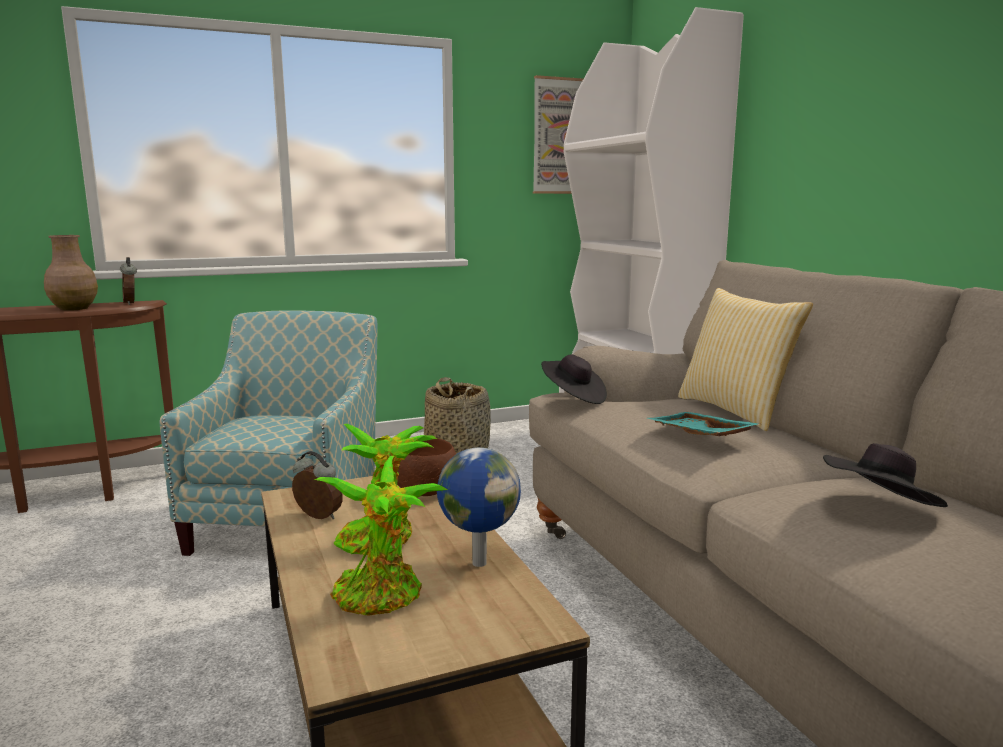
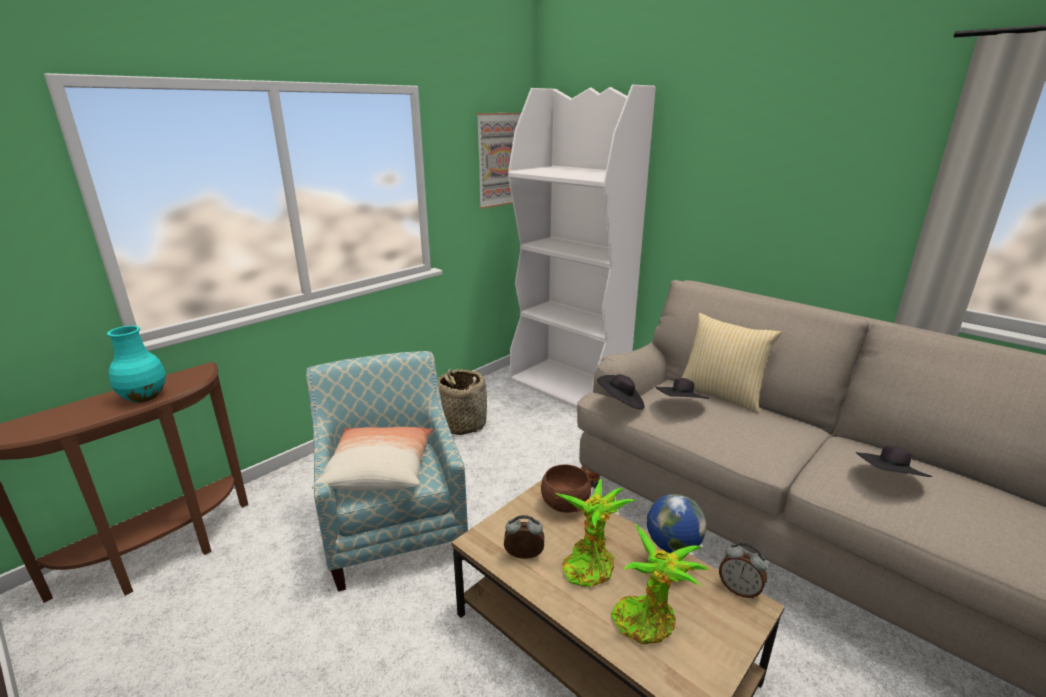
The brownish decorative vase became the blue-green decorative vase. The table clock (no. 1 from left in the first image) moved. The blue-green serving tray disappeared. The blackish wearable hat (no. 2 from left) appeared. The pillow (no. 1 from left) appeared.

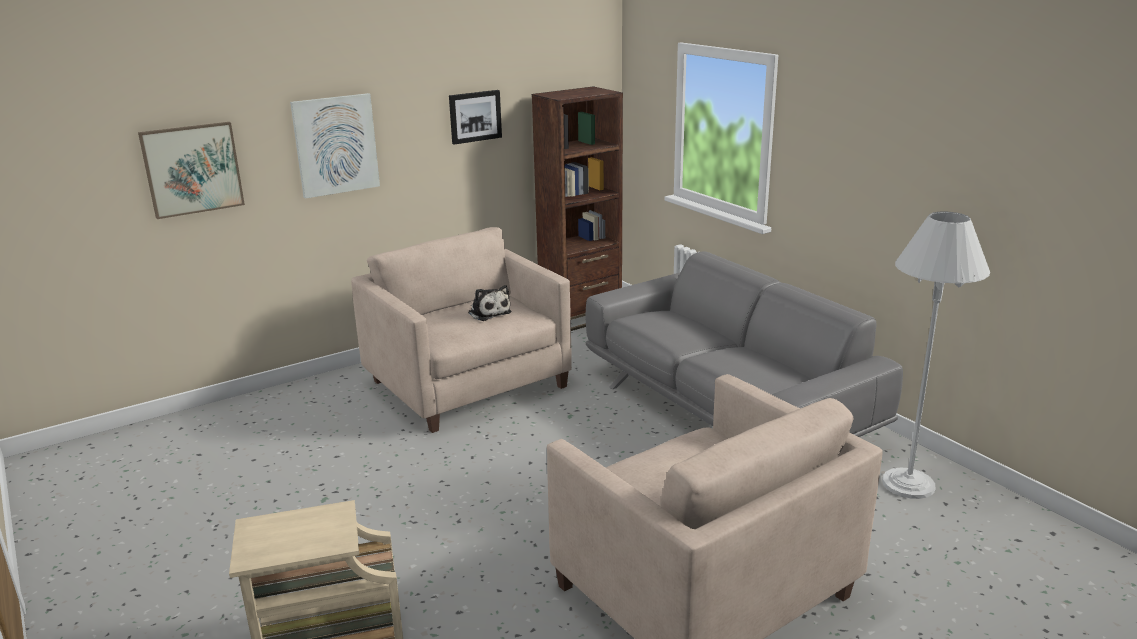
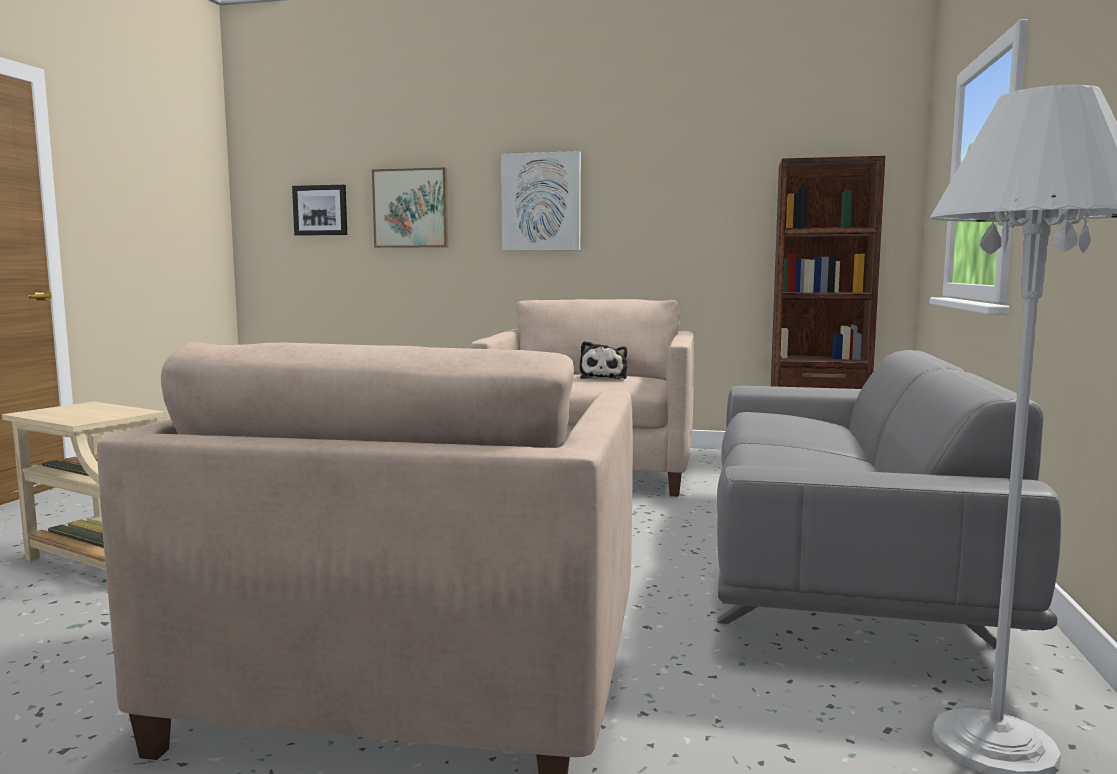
The picture (no. 3 from left in the first image) moved.

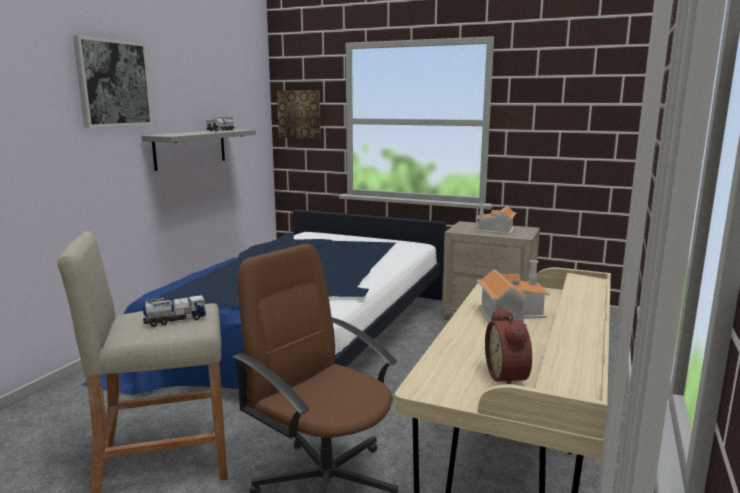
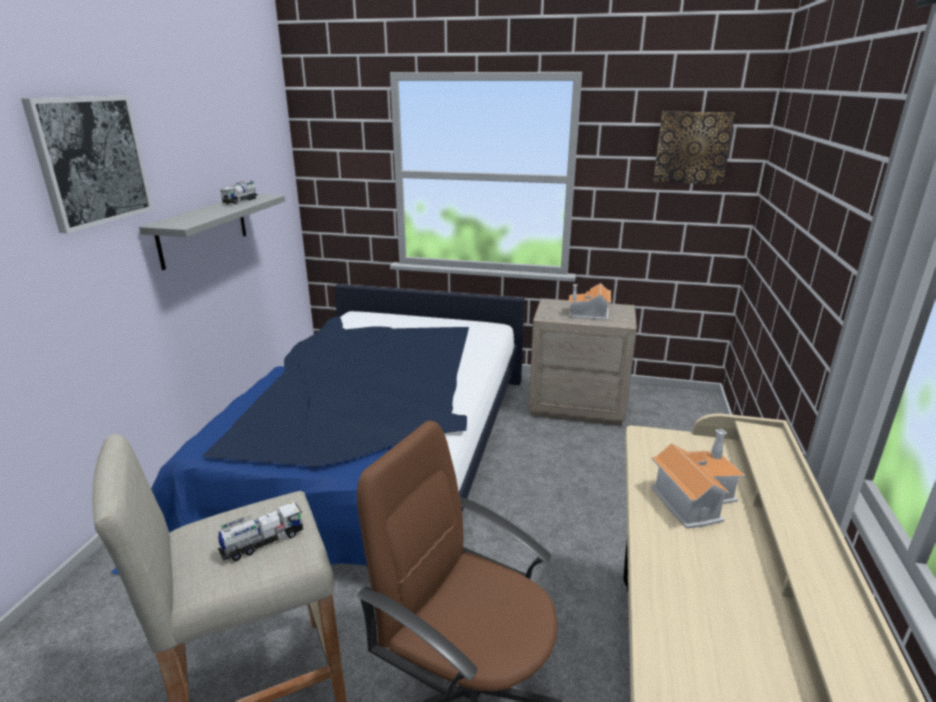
The picture (no. 2 from left) moved. The table clock disappeared.

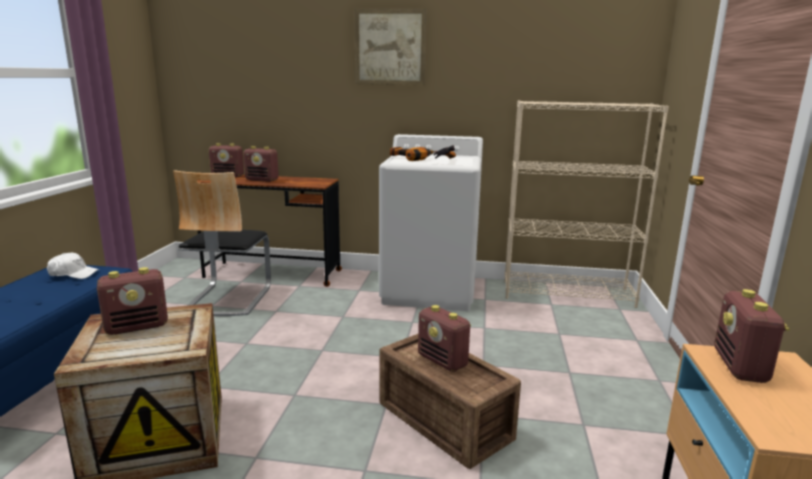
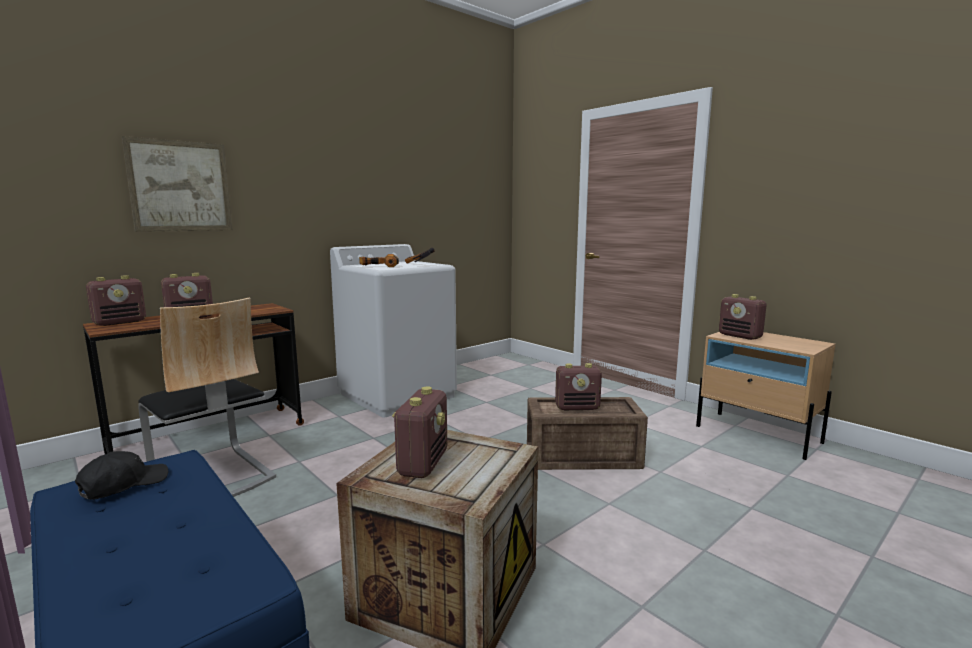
The picture moved. The beige bookcase disappeared. The whitish baseball cap became the blackish baseball cap.

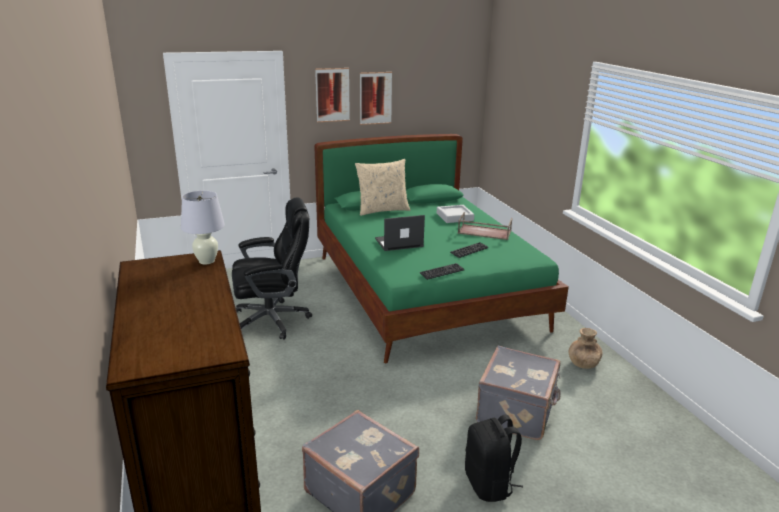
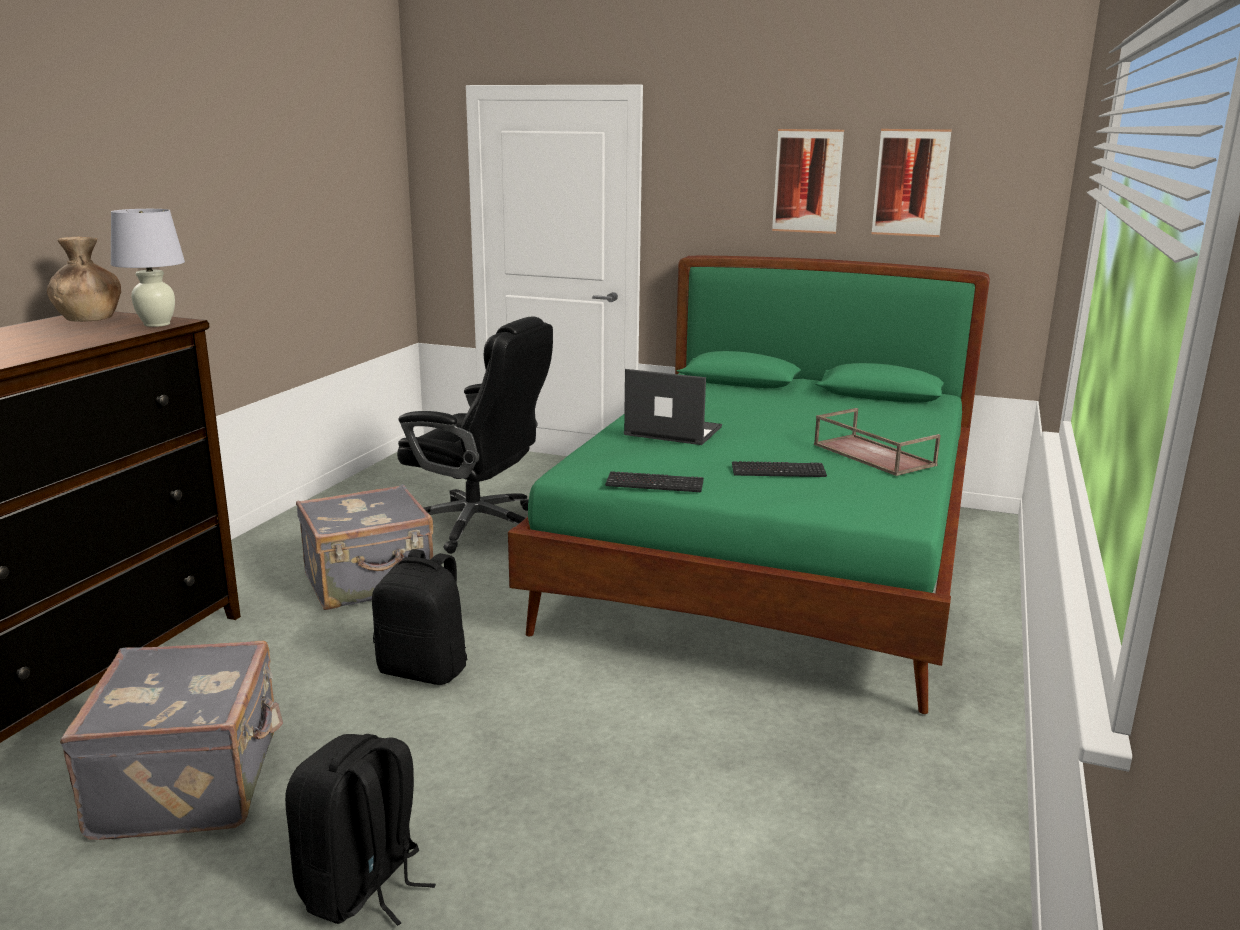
The picture (no. 1 from left in the first image) moved. The beige pillow disappeared. The grey serving tray disappeared. The brownish decorative vase moved. The grey suitcase (no. 2 from left) moved. The blackish rucksack (no. 2 from left) appeared.

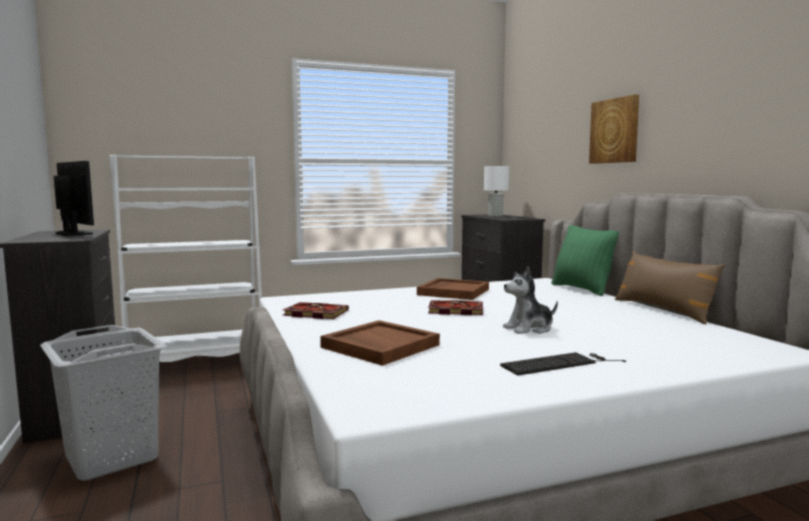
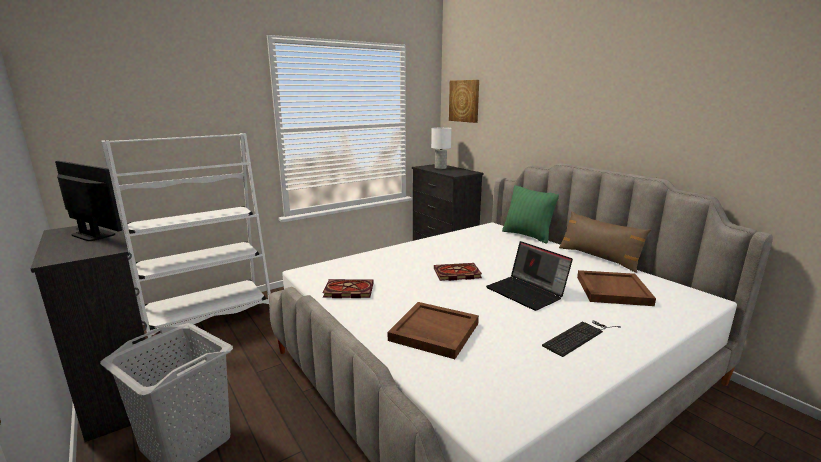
The picture moved. The soft toy was replaced by the notebook computer. The brownish serving tray (no. 2 from left) moved.

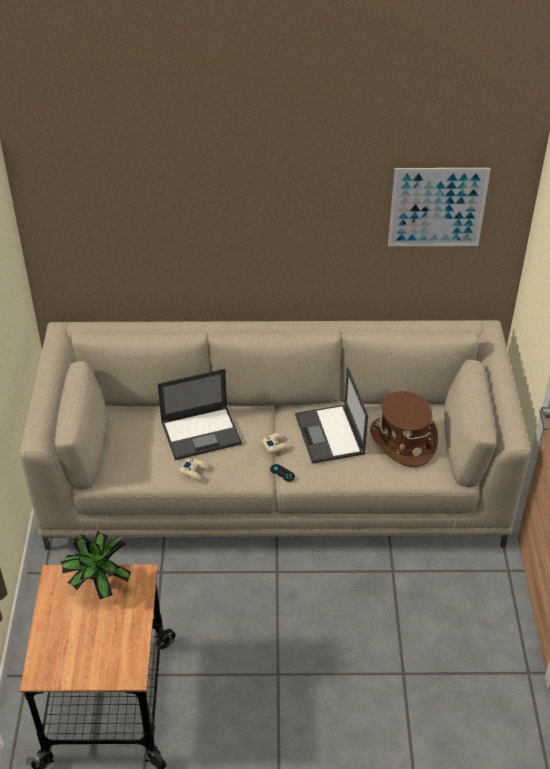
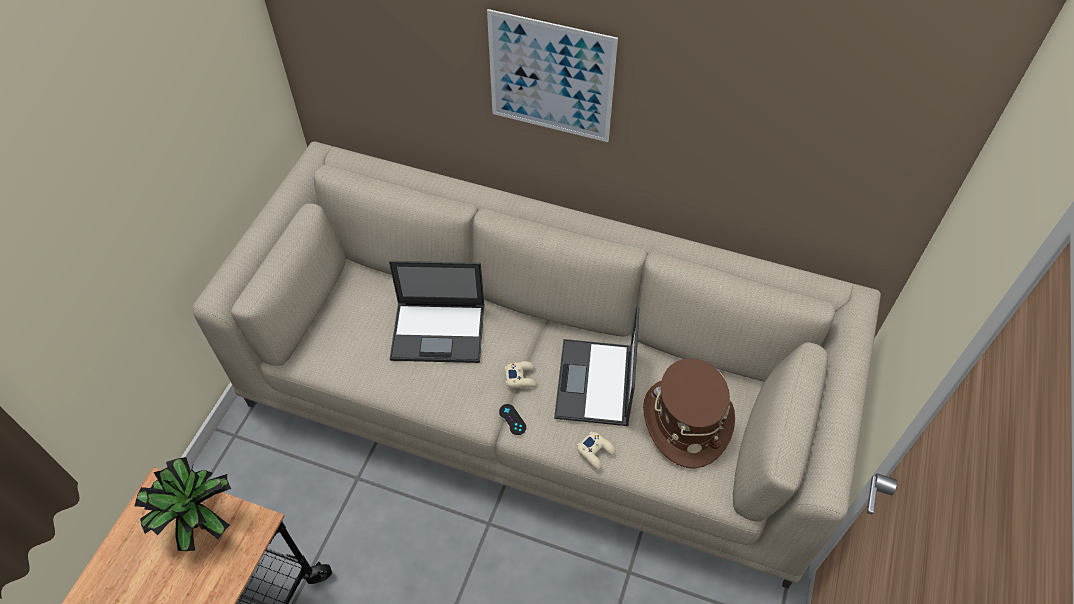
The picture moved. The beige gamepad (no. 1 from left in the first image) moved.

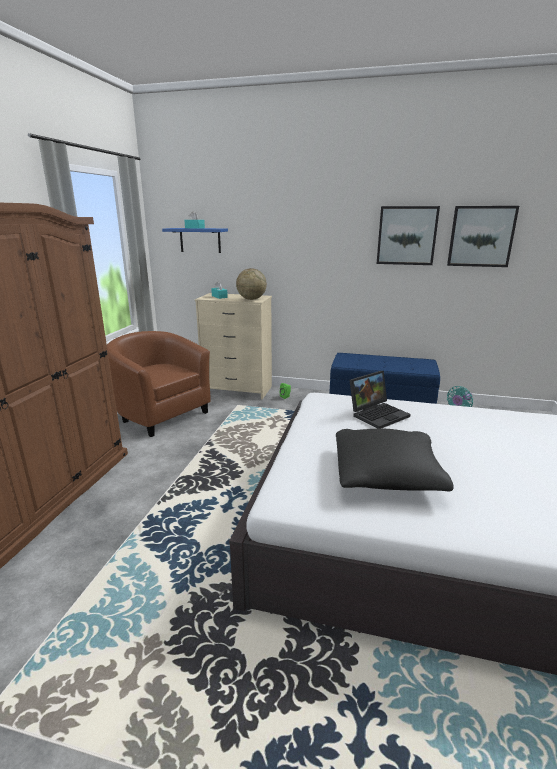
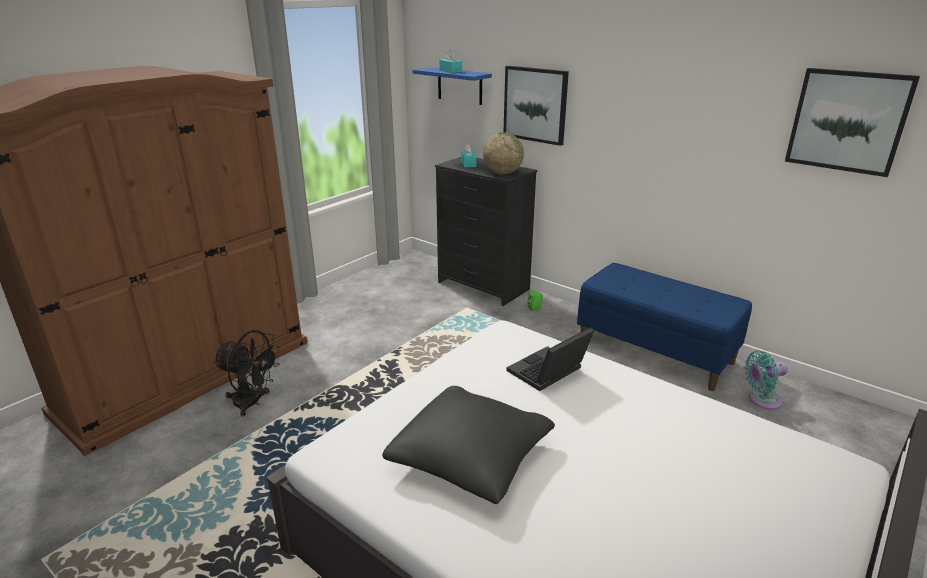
The picture (no. 1 from left) moved. The beige chest of drawers became the blackish chest of drawers. The brownish easy chair disappeared. The notebook computer turned 150 degrees clockwise. The blackish cooling fan appeared.

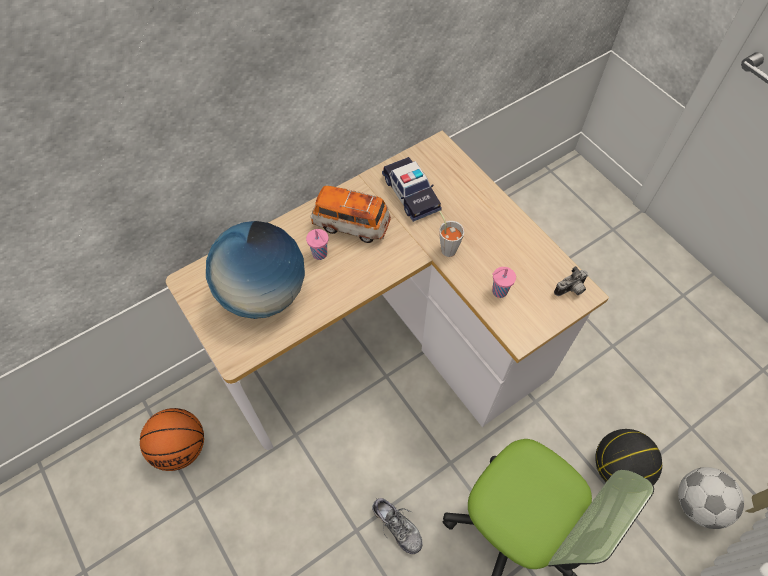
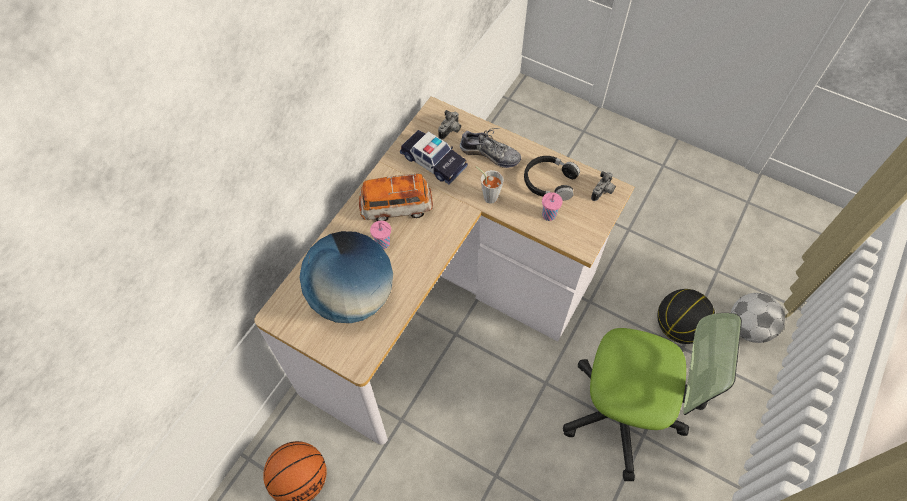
The item of footwear moved. The still camera (no. 1 from left) appeared. The blackish headset appeared.

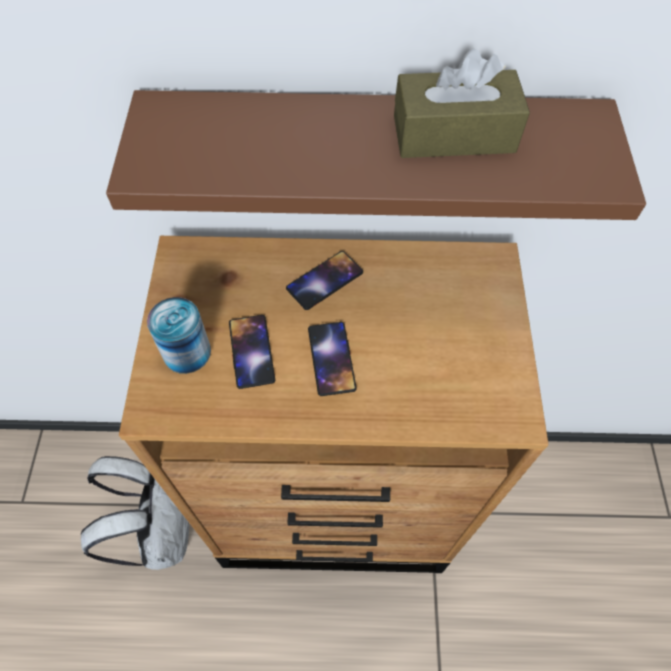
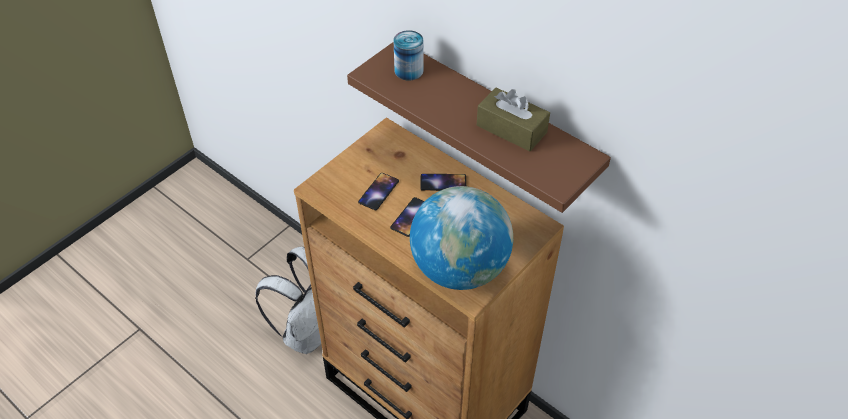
The sealed can moved. The world globe appeared.

